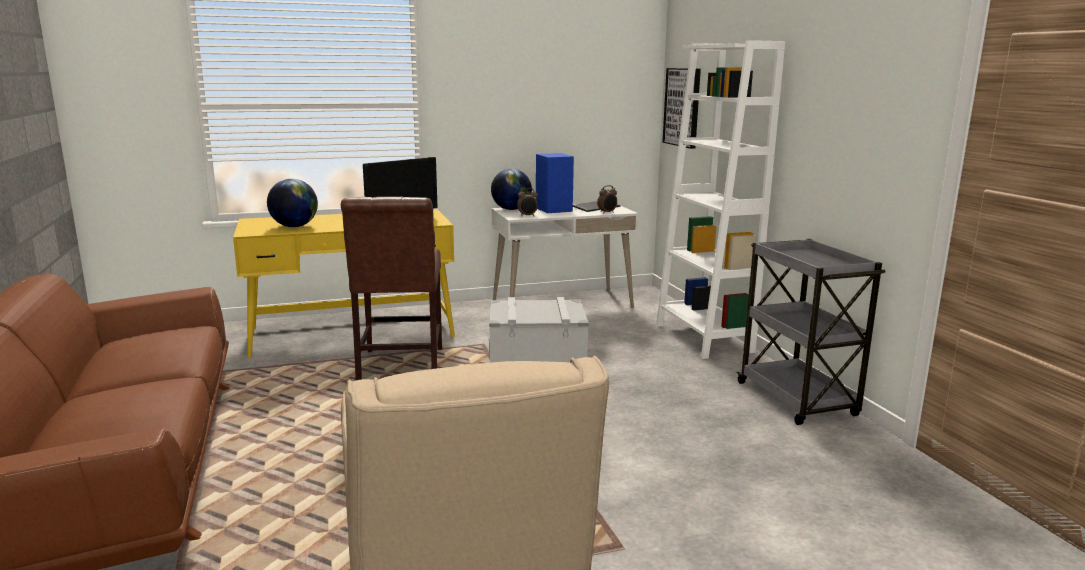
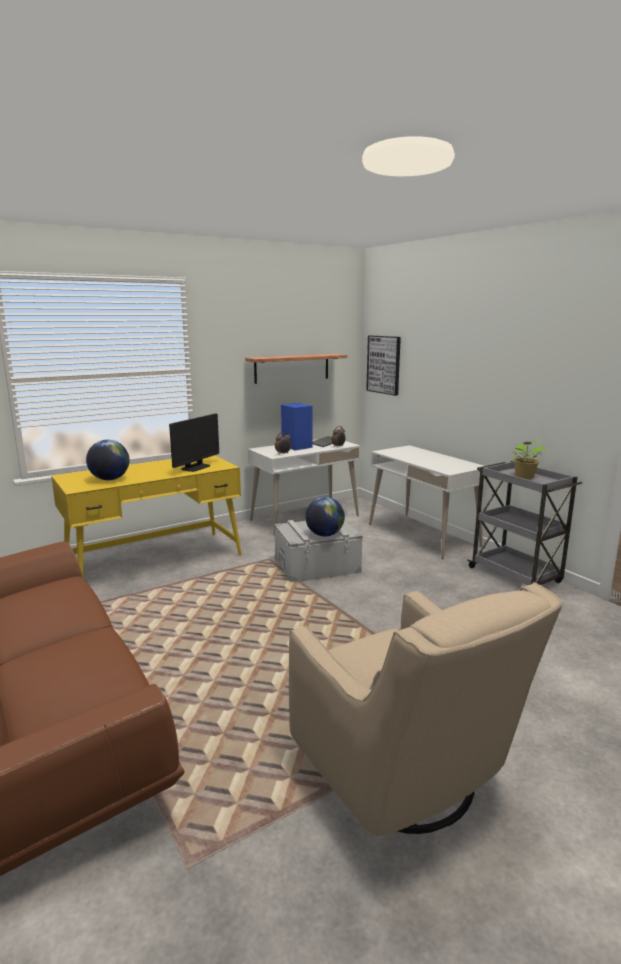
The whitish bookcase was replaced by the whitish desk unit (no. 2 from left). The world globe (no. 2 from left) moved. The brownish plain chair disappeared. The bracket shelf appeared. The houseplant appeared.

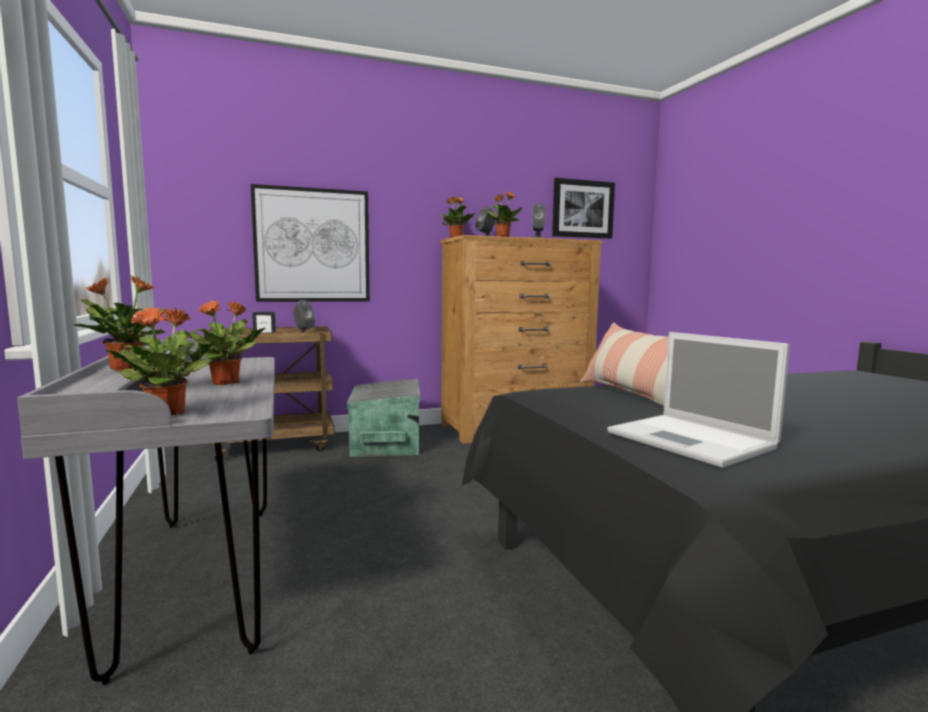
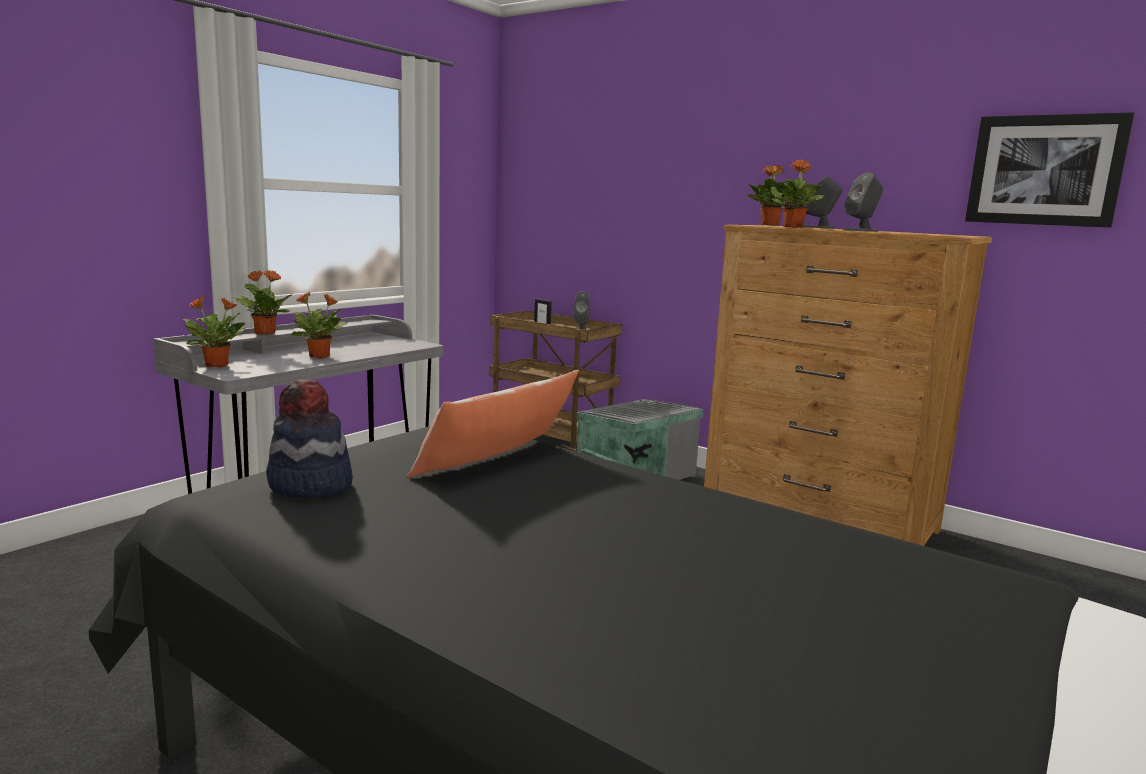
The picture (no. 1 from left) disappeared. The notebook computer was replaced by the wearable hat.

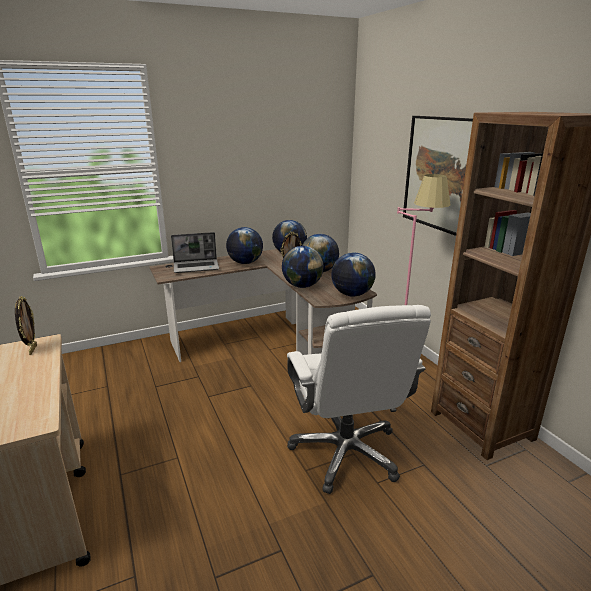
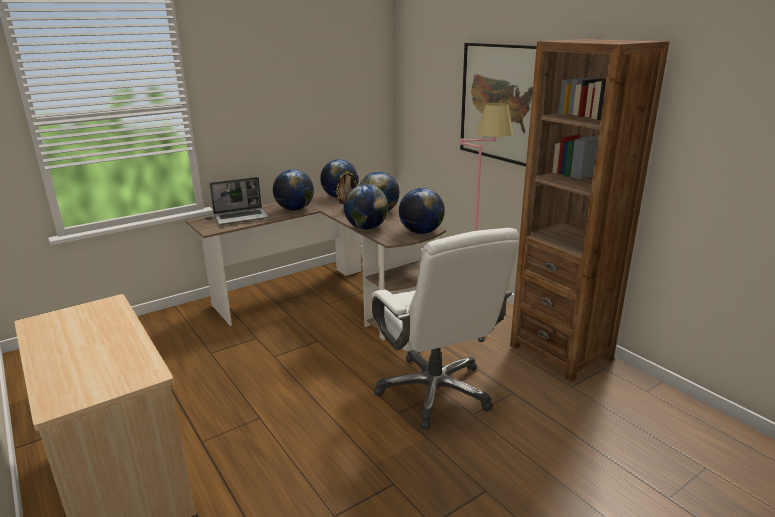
The standing frame (no. 1 from left) disappeared.

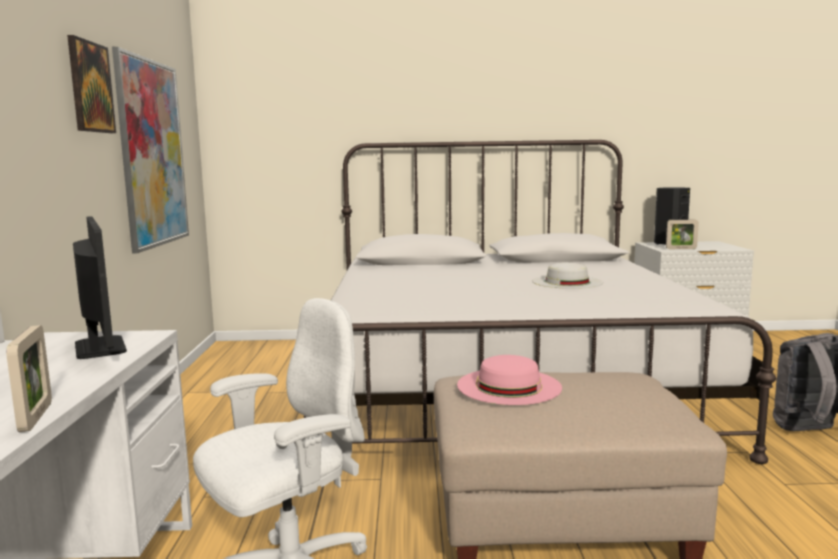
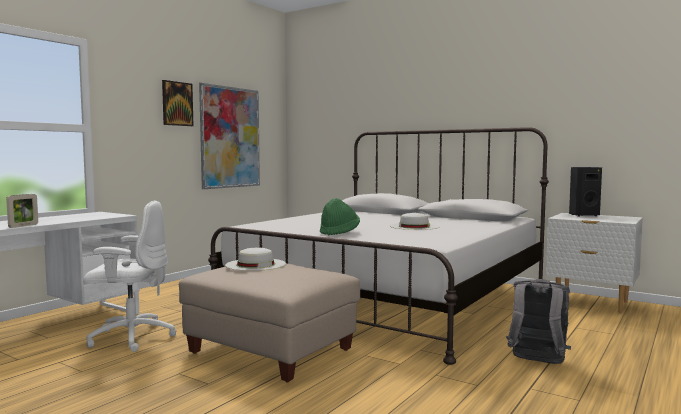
The monitor disappeared. The standing frame (no. 2 from left) disappeared. The pink wearable hat became the whitish wearable hat (no. 1 from left). The green-coloured wearable hat appeared.

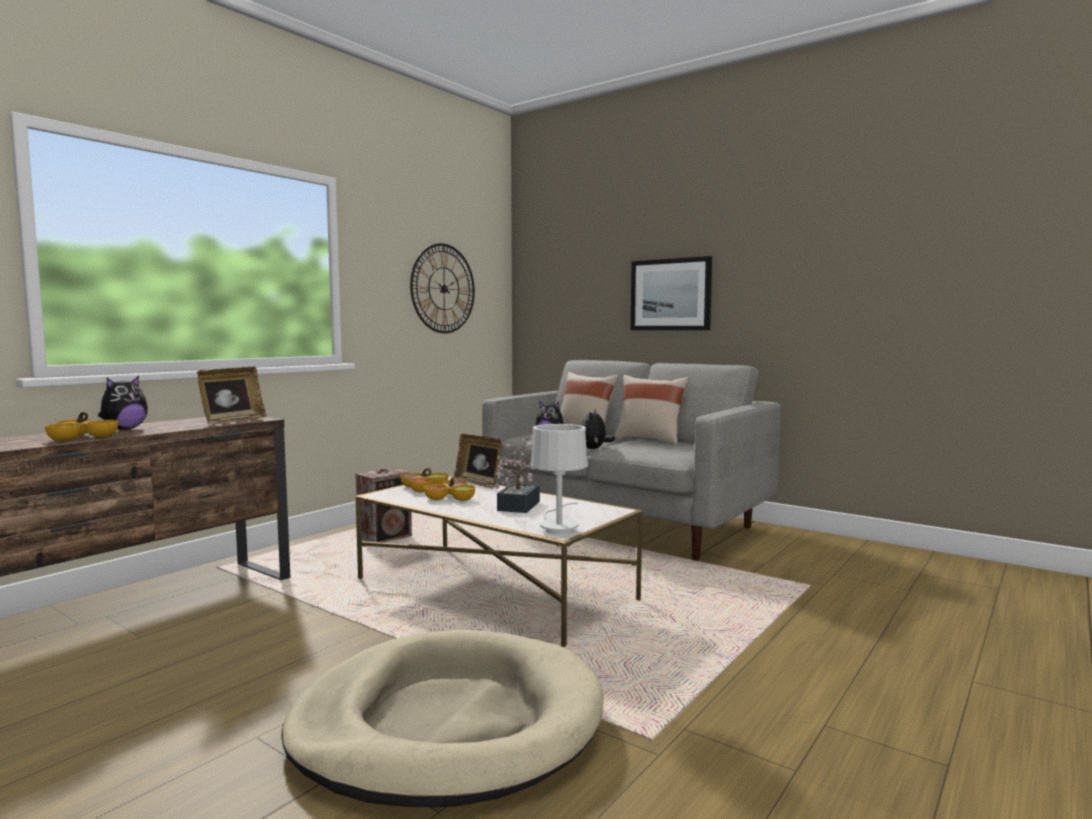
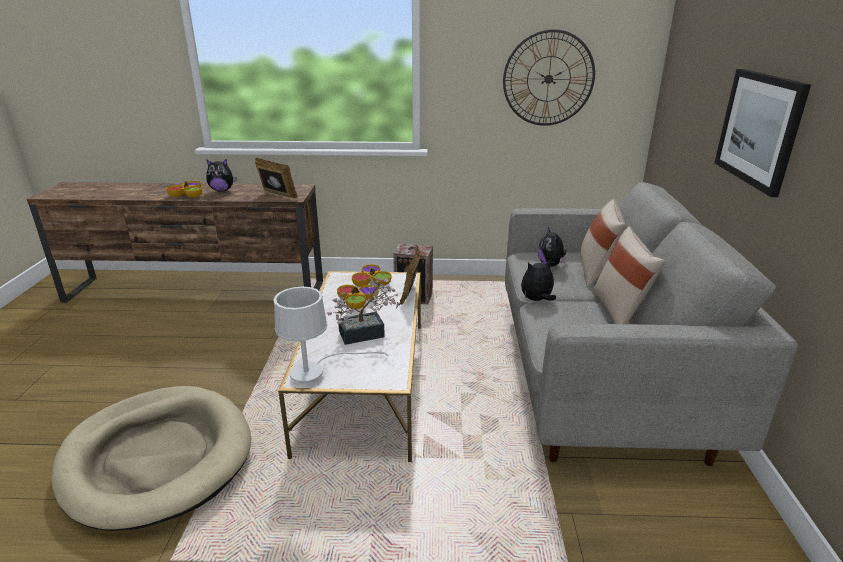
The standing frame (no. 1 from left) turned 135 degrees counterclockwise.

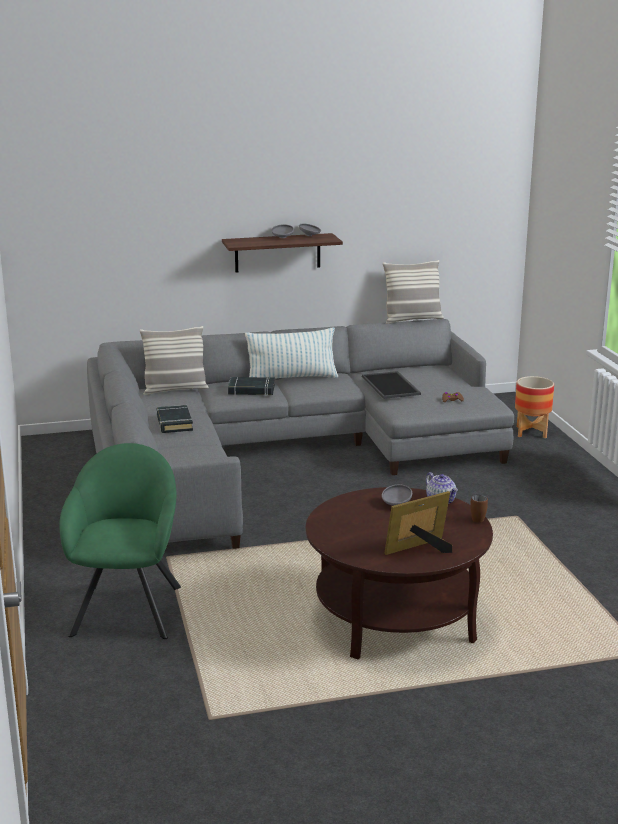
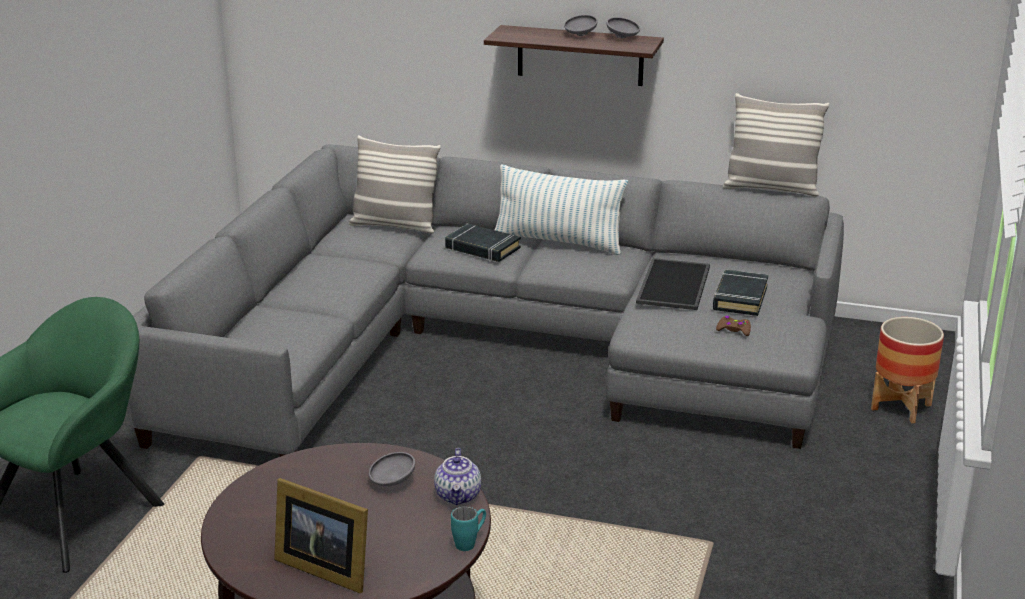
The blackish volume (no. 1 from left in the first image) moved. The standing frame turned 150 degrees counterclockwise. The brownish tea mug became the blue-green tea mug.

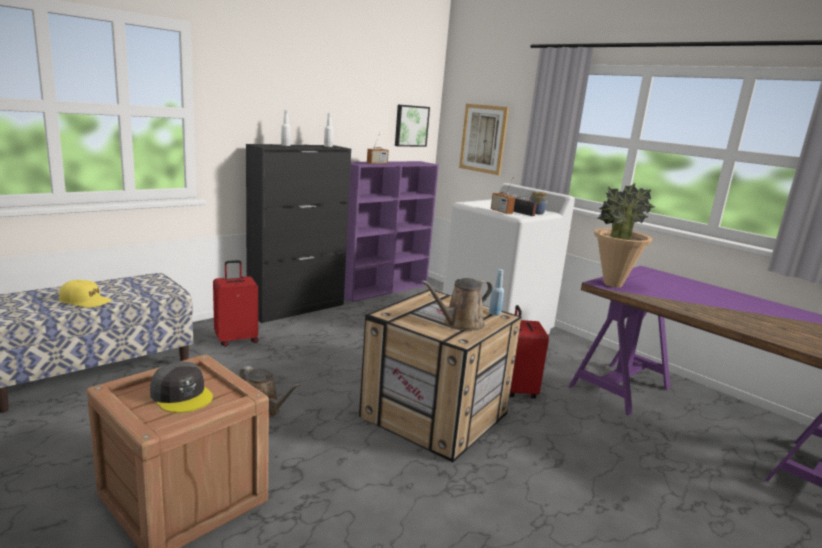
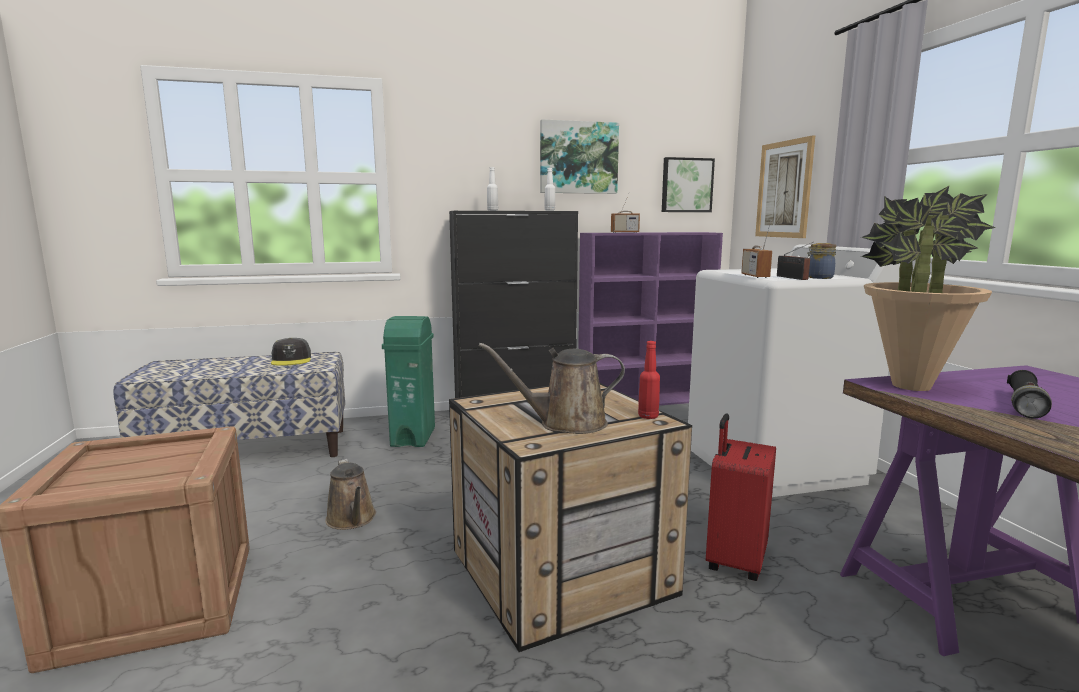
The red-coloured suitcase (no. 1 from left) was replaced by the green-coloured waste bin. The bluish beverage bottle became the red-coloured beverage bottle. The yellow-coloured baseball cap disappeared. The grey baseball cap moved. The picture (no. 1 from left) appeared. The blackish flashlight appeared.

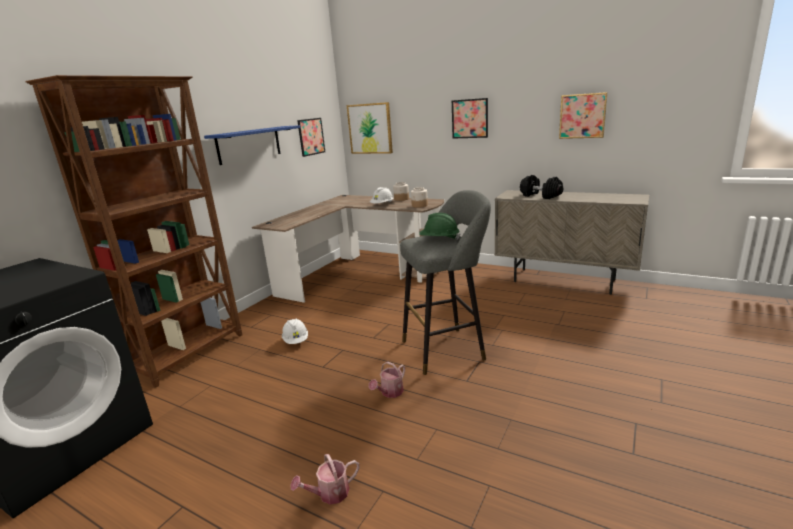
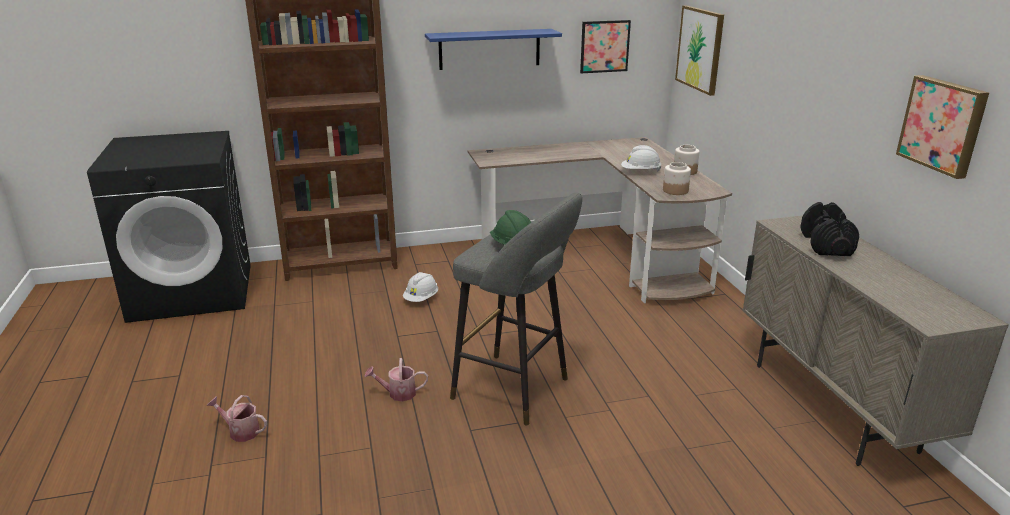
The picture (no. 3 from left) disappeared.

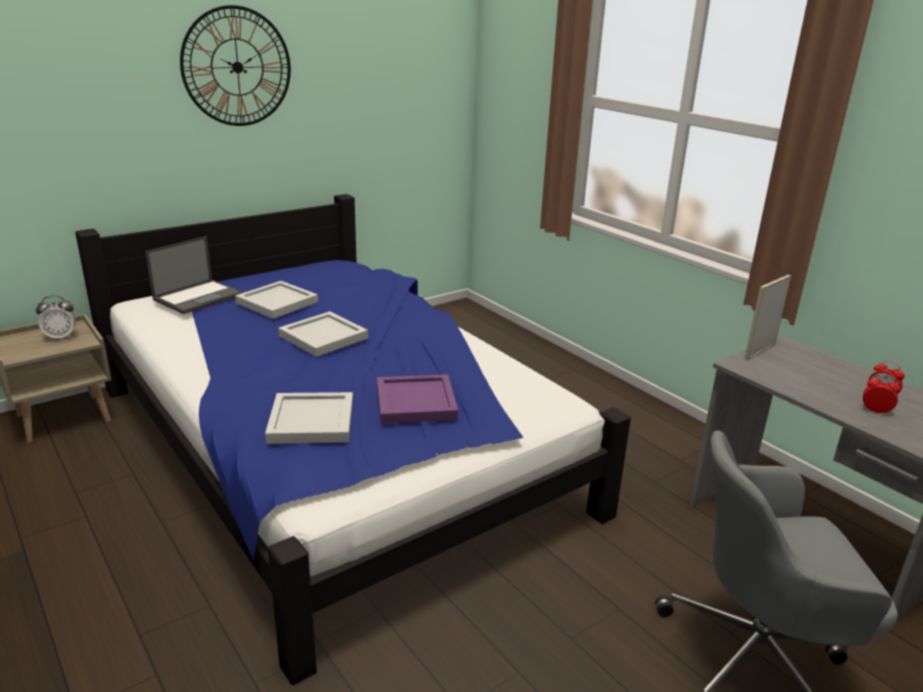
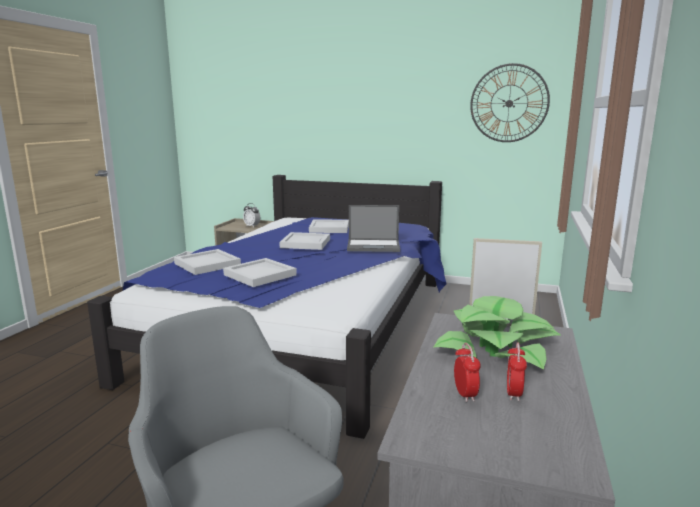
The wall clock moved. The notebook computer moved. The purplish serving tray became the whitish serving tray (no. 2 from left). The houseplant appeared.

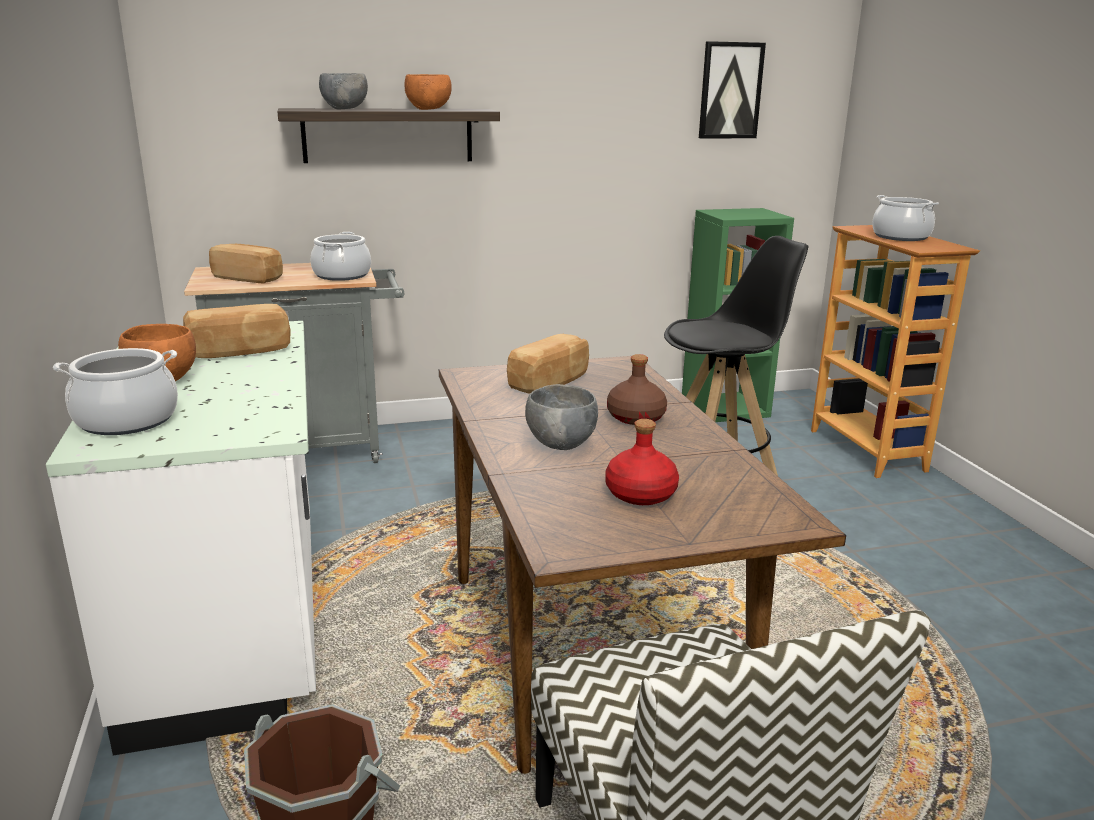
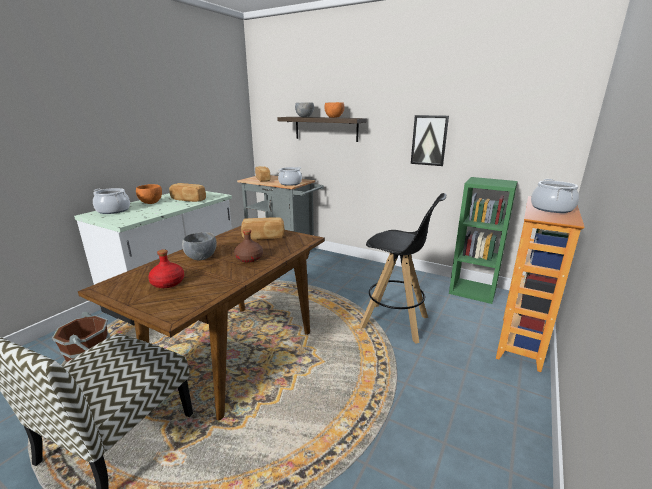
The picture moved.

